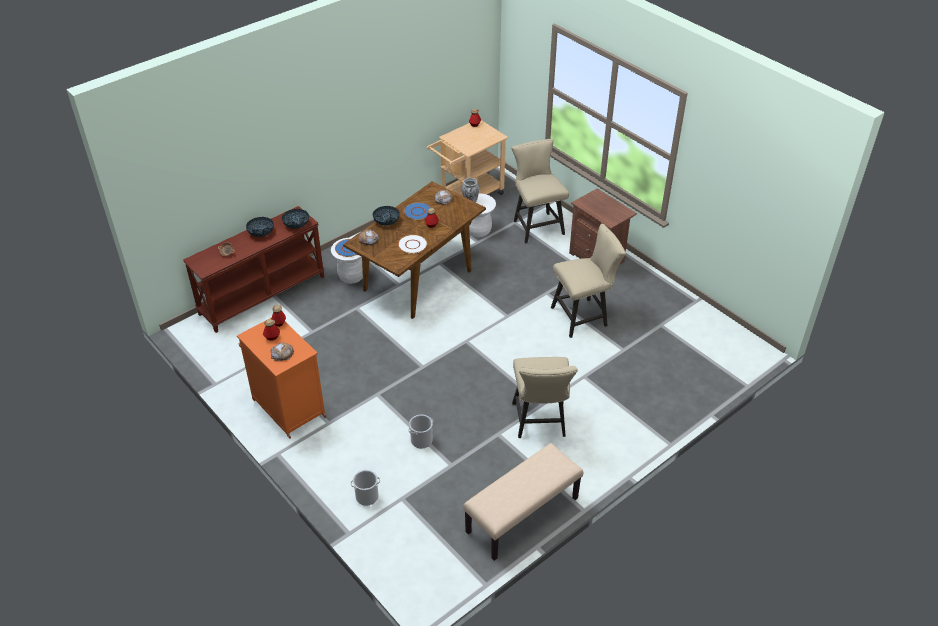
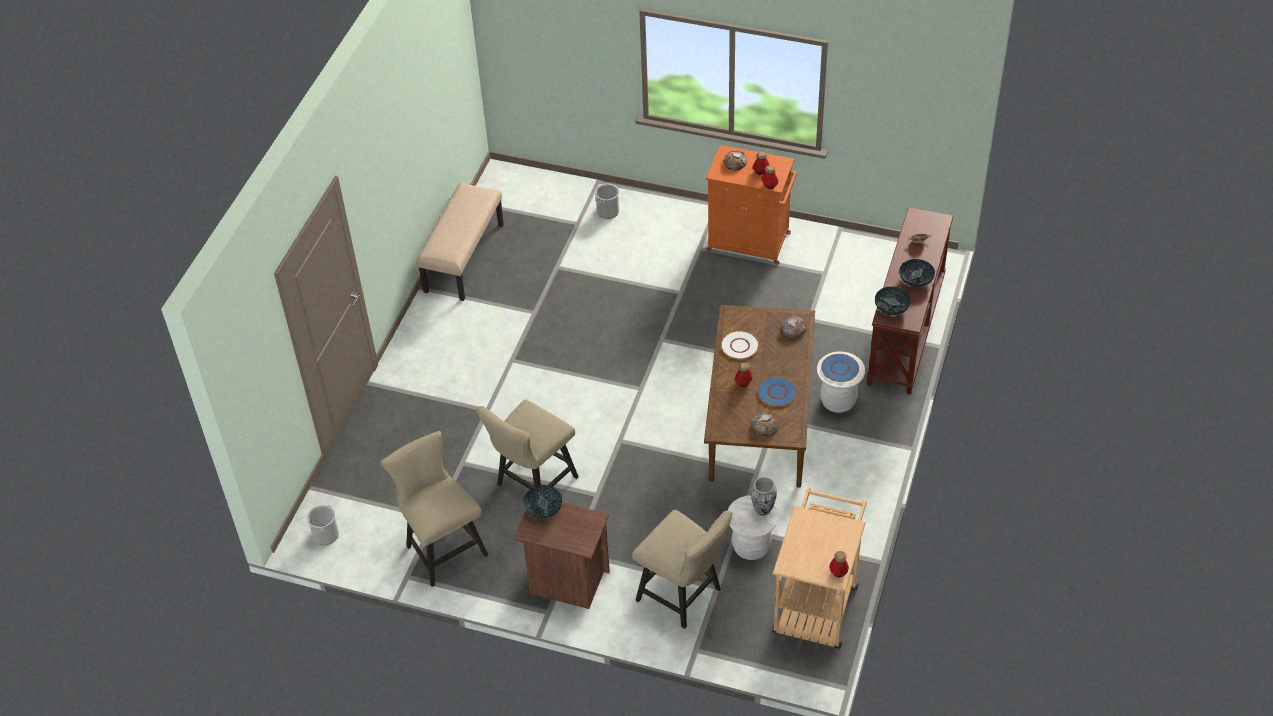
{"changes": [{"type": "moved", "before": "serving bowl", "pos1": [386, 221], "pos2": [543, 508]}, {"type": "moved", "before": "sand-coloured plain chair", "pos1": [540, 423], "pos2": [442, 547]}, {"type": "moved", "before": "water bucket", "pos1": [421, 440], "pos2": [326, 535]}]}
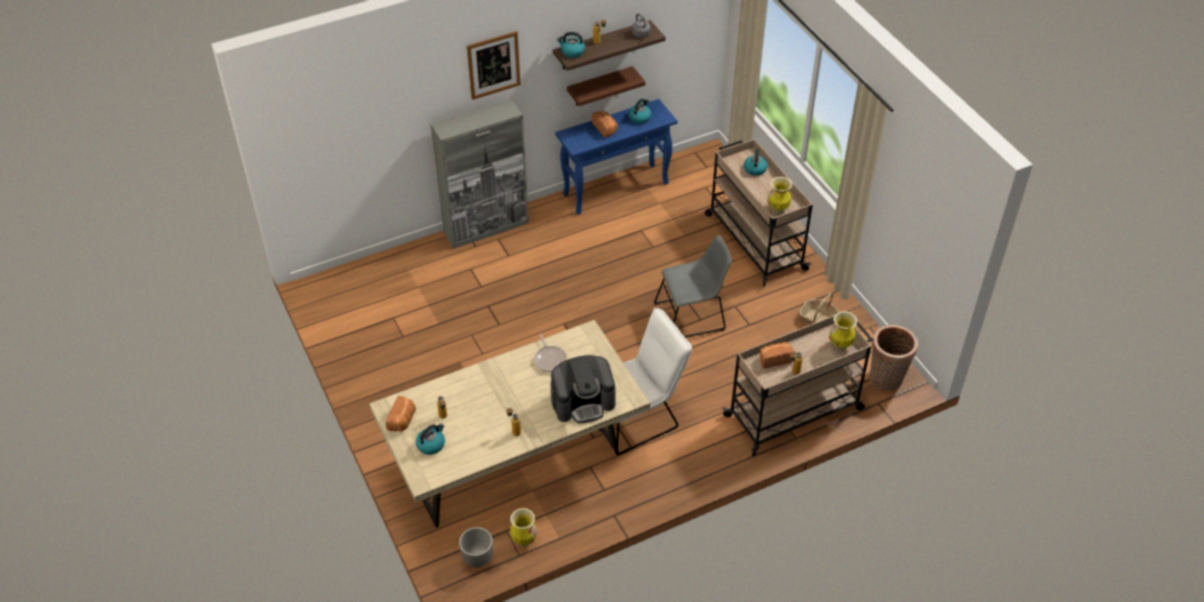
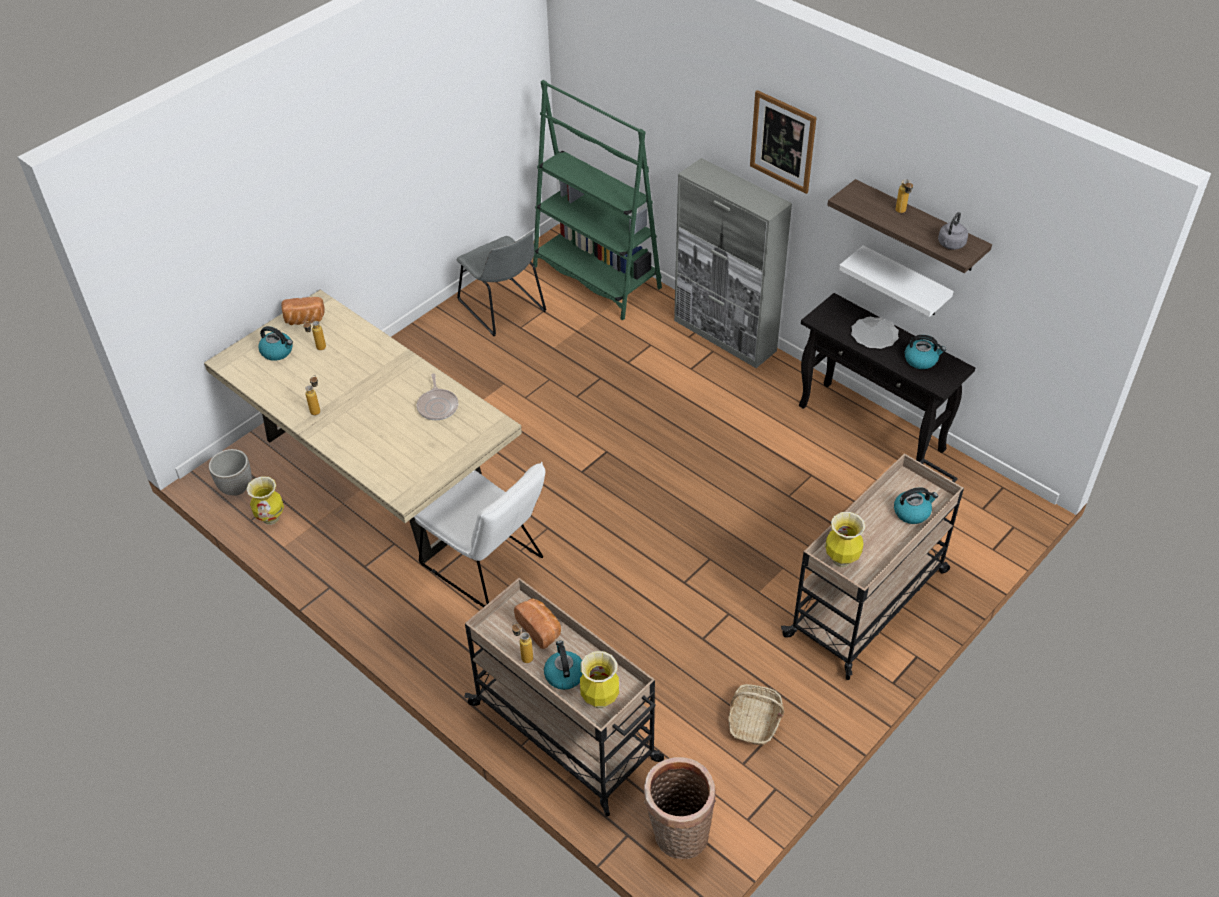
{"changes": [{"type": "moved", "before": "water kettle", "pos1": [572, 52], "pos2": [564, 674]}, {"type": "recoloured", "before": "brownish shelf", "after": "white-coloured shelf", "pos1": [599, 86], "pos2": [904, 282]}, {"type": "recoloured", "before": "blue-coloured narrow table", "after": "black-coloured narrow table", "pos1": [616, 188], "pos2": [872, 428]}, {"type": "replaced", "before": "bread", "after": "plate", "pos1": [605, 128], "pos2": [874, 335]}, {"type": "moved", "before": "grey plain chair", "pos1": [692, 316], "pos2": [503, 308]}, {"type": "turned", "before": "skillet", "pos1": [550, 359], "pos2": [438, 406], "turn": -60}, {"type": "removed", "before": "coffee machine", "pos1": [583, 402]}, {"type": "added", "after": "greenish bookshelf", "pos2": [596, 278]}]}
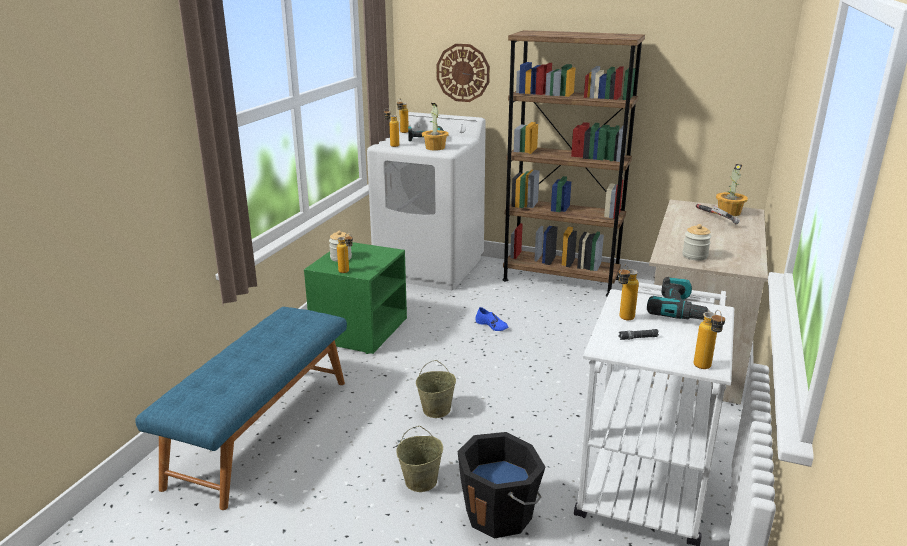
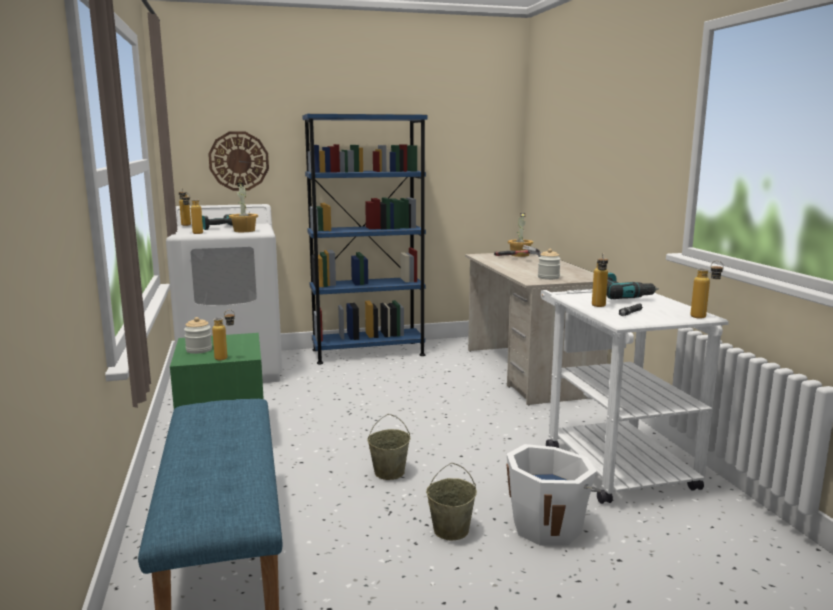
{"changes": [{"type": "recoloured", "before": "brownish bookshelf", "after": "blue-coloured bookshelf", "pos1": [560, 279], "pos2": [368, 352]}, {"type": "removed", "before": "blue-coloured low shoe", "pos1": [492, 325]}, {"type": "recoloured", "before": "black-coloured water bucket", "after": "white-coloured water bucket", "pos1": [500, 513], "pos2": [547, 526]}]}
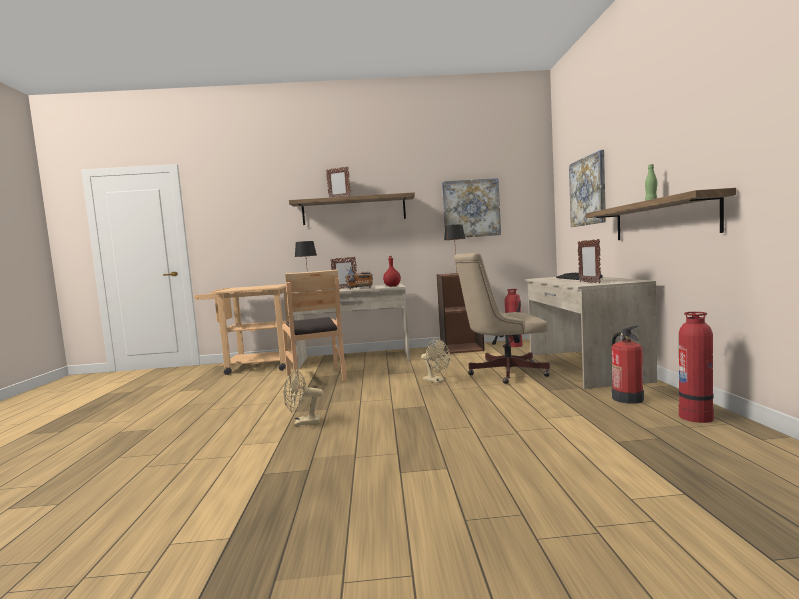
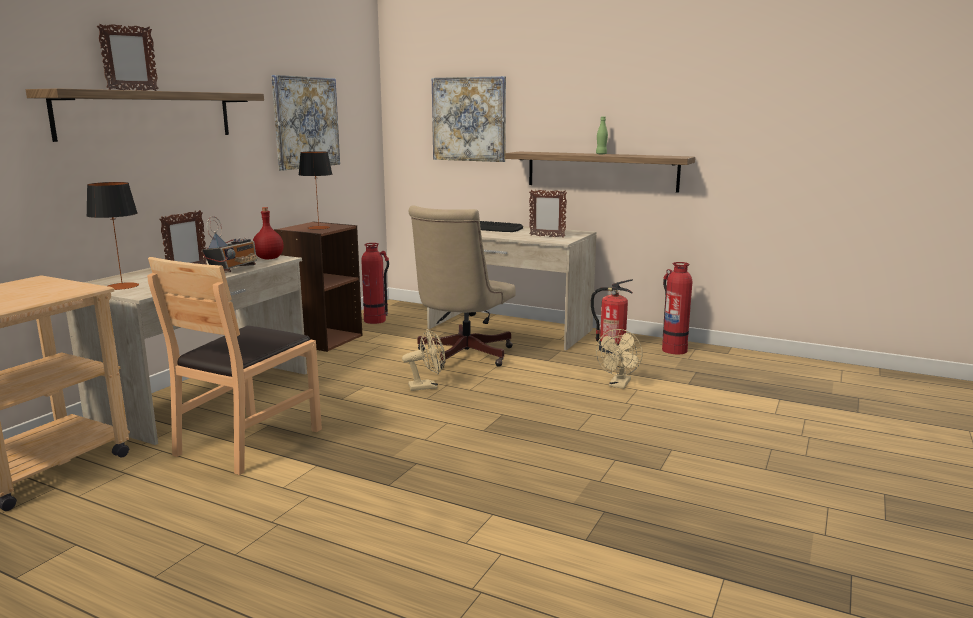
{"changes": [{"type": "turned", "before": "brownish plain chair", "pos1": [316, 378], "pos2": [248, 441], "turn": 105}, {"type": "moved", "before": "sand-coloured fan", "pos1": [302, 423], "pos2": [619, 385]}]}
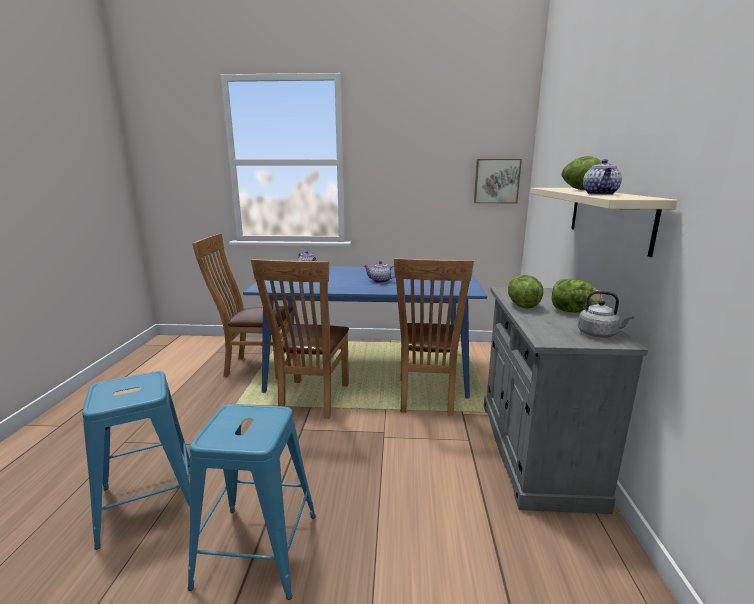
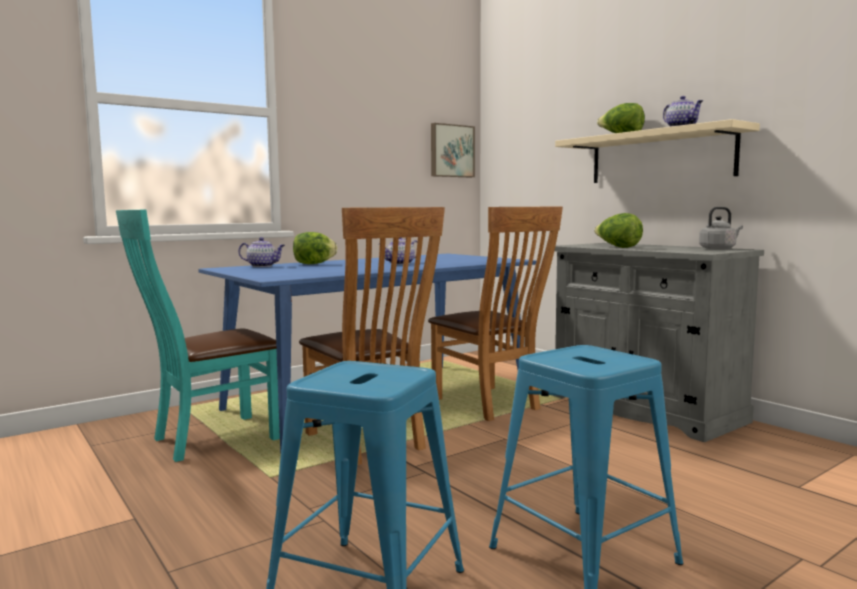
{"changes": [{"type": "recoloured", "before": "brownish plain chair", "after": "turquoise-coloured plain chair", "pos1": [255, 367], "pos2": [208, 439]}, {"type": "moved", "before": "lettuce head", "pos1": [572, 311], "pos2": [313, 264]}]}
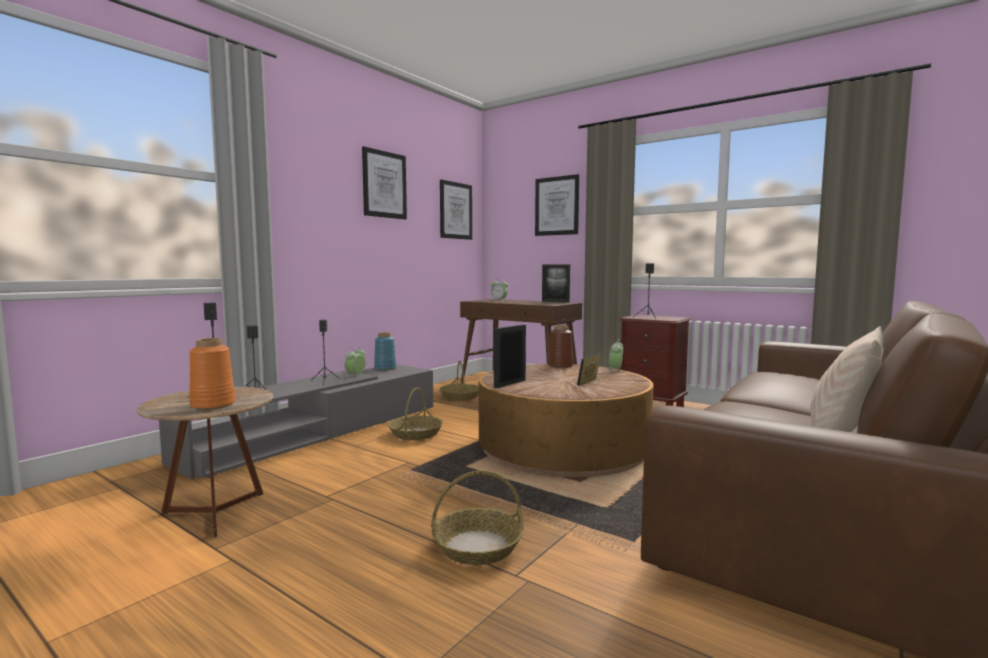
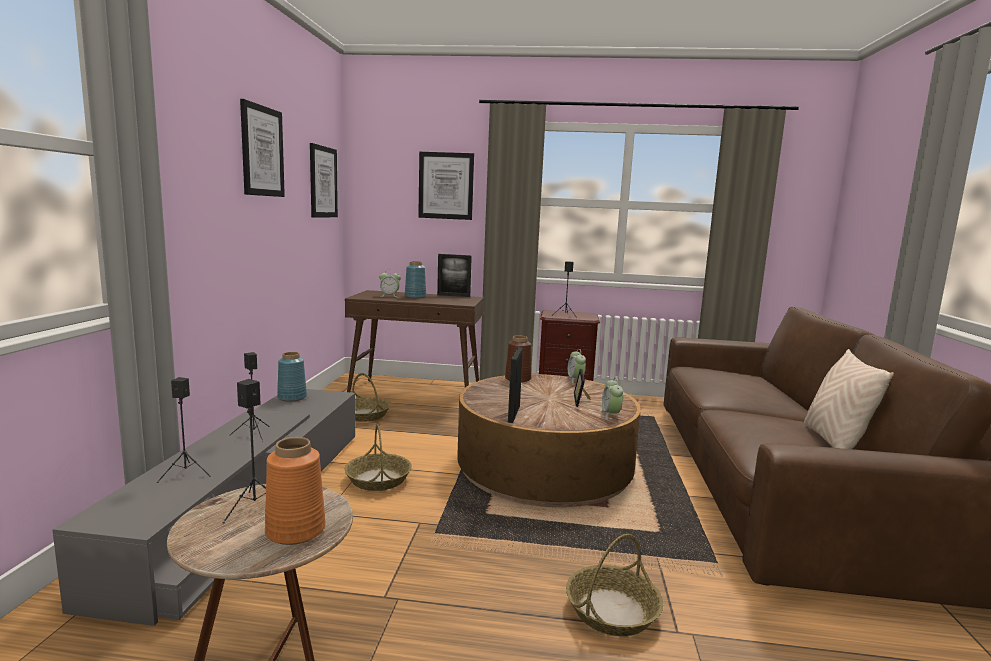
{"changes": [{"type": "moved", "before": "table clock", "pos1": [355, 376], "pos2": [610, 415]}, {"type": "added", "after": "blue-coloured vase", "pos2": [415, 297]}]}
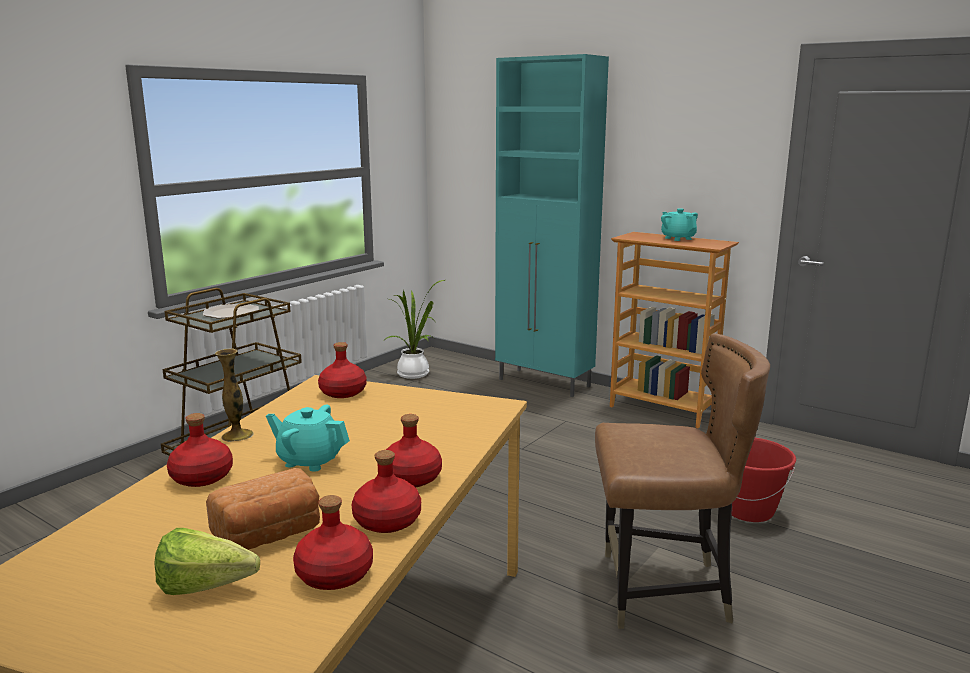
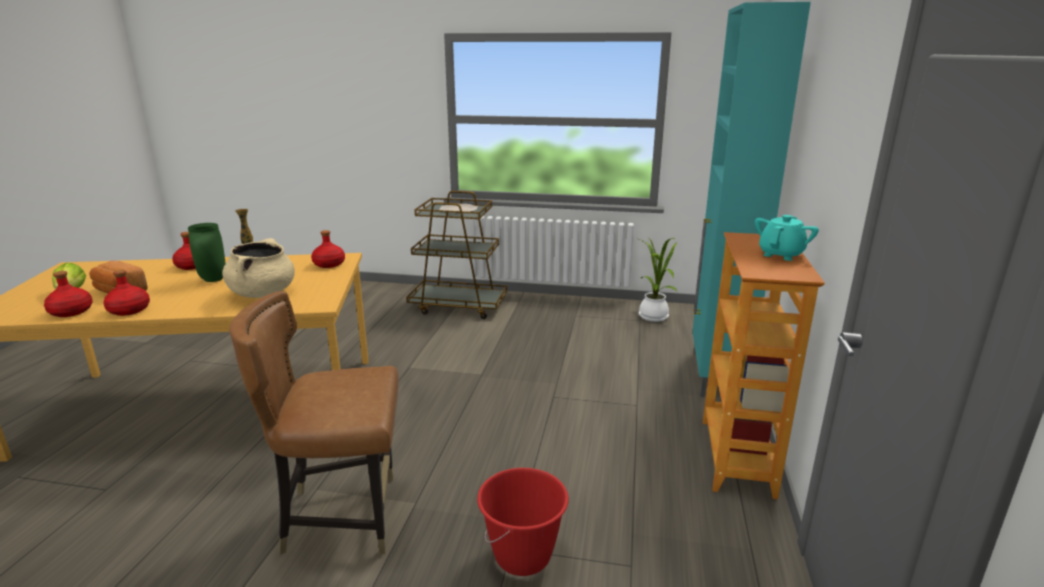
{"changes": [{"type": "turned", "before": "brownish plain chair", "pos1": [663, 591], "pos2": [342, 516], "turn": 105}, {"type": "replaced", "before": "turquoise-coloured tea pot", "after": "greenish vase", "pos1": [309, 460], "pos2": [214, 280]}, {"type": "removed", "before": "red-coloured bottle", "pos1": [410, 478]}, {"type": "added", "after": "sand-coloured stockpot", "pos2": [263, 293]}]}
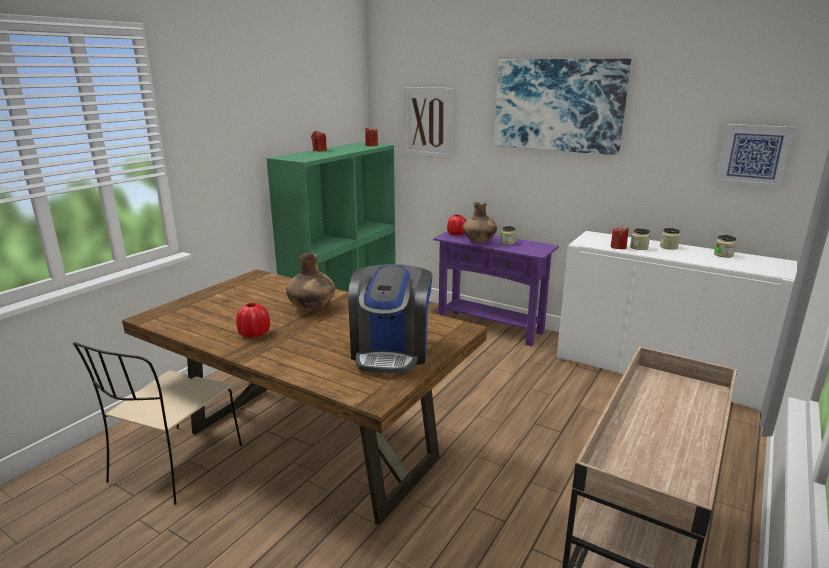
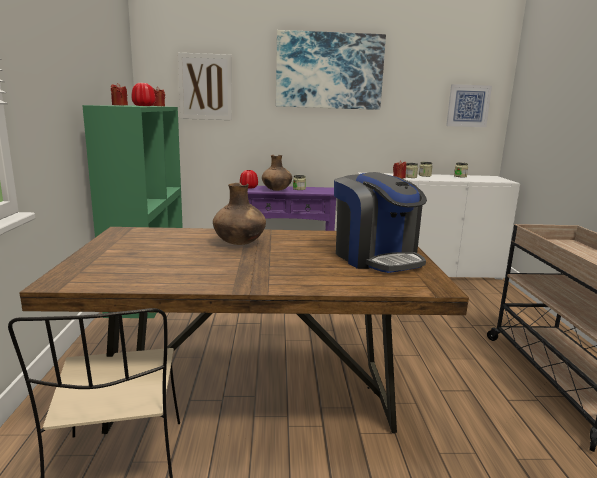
{"changes": [{"type": "moved", "before": "red-coloured vase", "pos1": [254, 333], "pos2": [143, 106]}]}
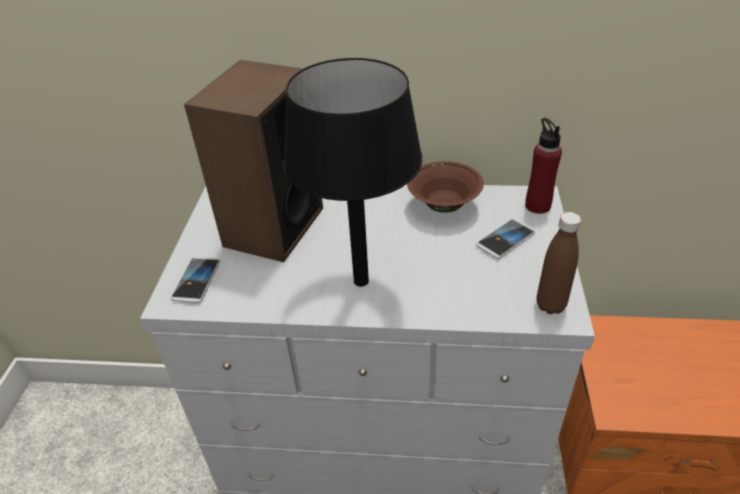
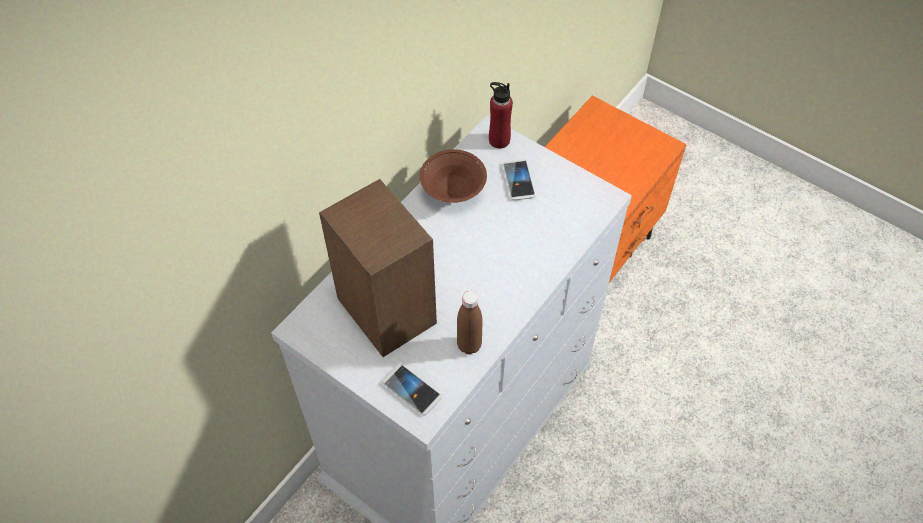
{"changes": [{"type": "removed", "before": "black-coloured tabletop lamp", "pos1": [361, 281]}, {"type": "moved", "before": "brownish bottle", "pos1": [550, 305], "pos2": [469, 345]}]}
